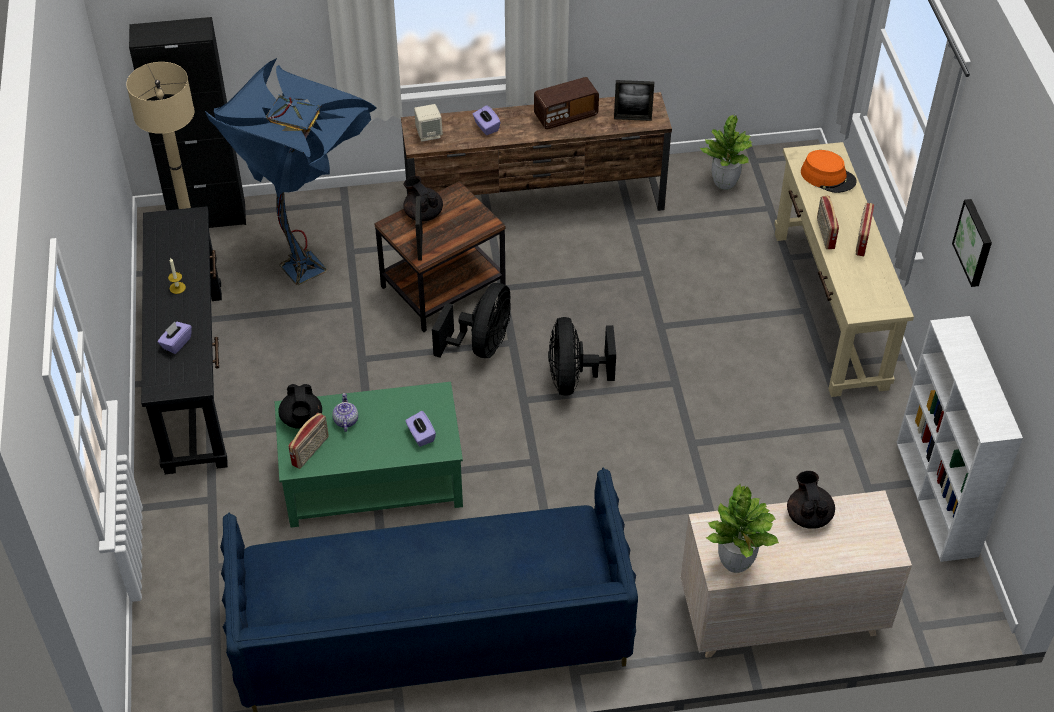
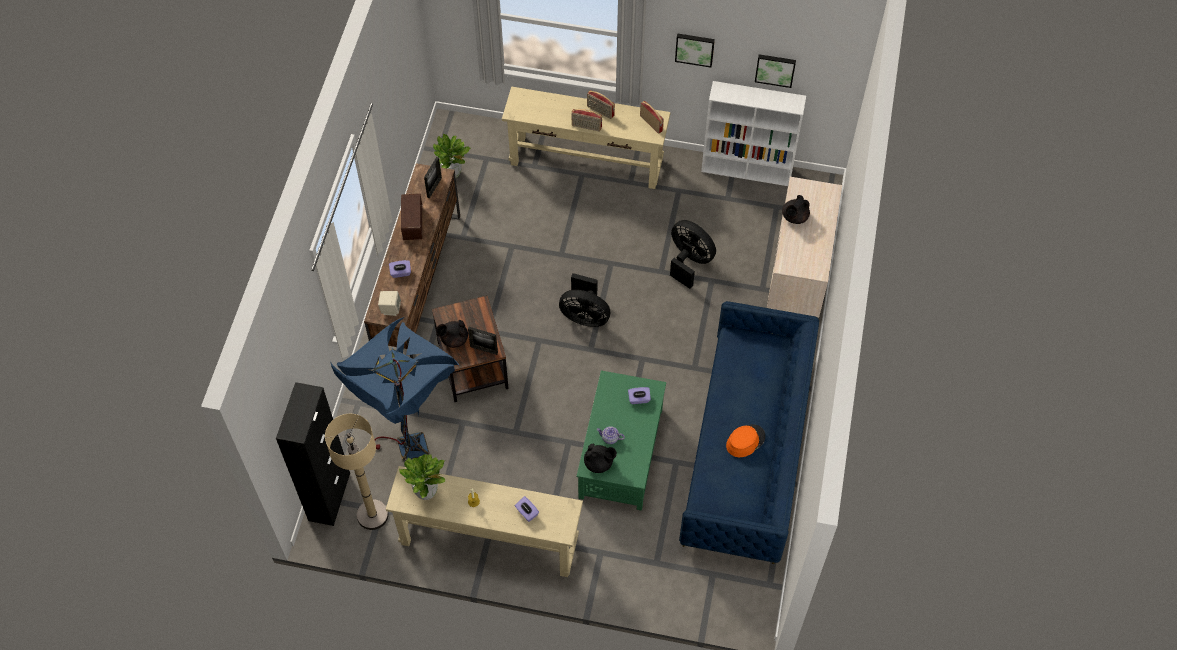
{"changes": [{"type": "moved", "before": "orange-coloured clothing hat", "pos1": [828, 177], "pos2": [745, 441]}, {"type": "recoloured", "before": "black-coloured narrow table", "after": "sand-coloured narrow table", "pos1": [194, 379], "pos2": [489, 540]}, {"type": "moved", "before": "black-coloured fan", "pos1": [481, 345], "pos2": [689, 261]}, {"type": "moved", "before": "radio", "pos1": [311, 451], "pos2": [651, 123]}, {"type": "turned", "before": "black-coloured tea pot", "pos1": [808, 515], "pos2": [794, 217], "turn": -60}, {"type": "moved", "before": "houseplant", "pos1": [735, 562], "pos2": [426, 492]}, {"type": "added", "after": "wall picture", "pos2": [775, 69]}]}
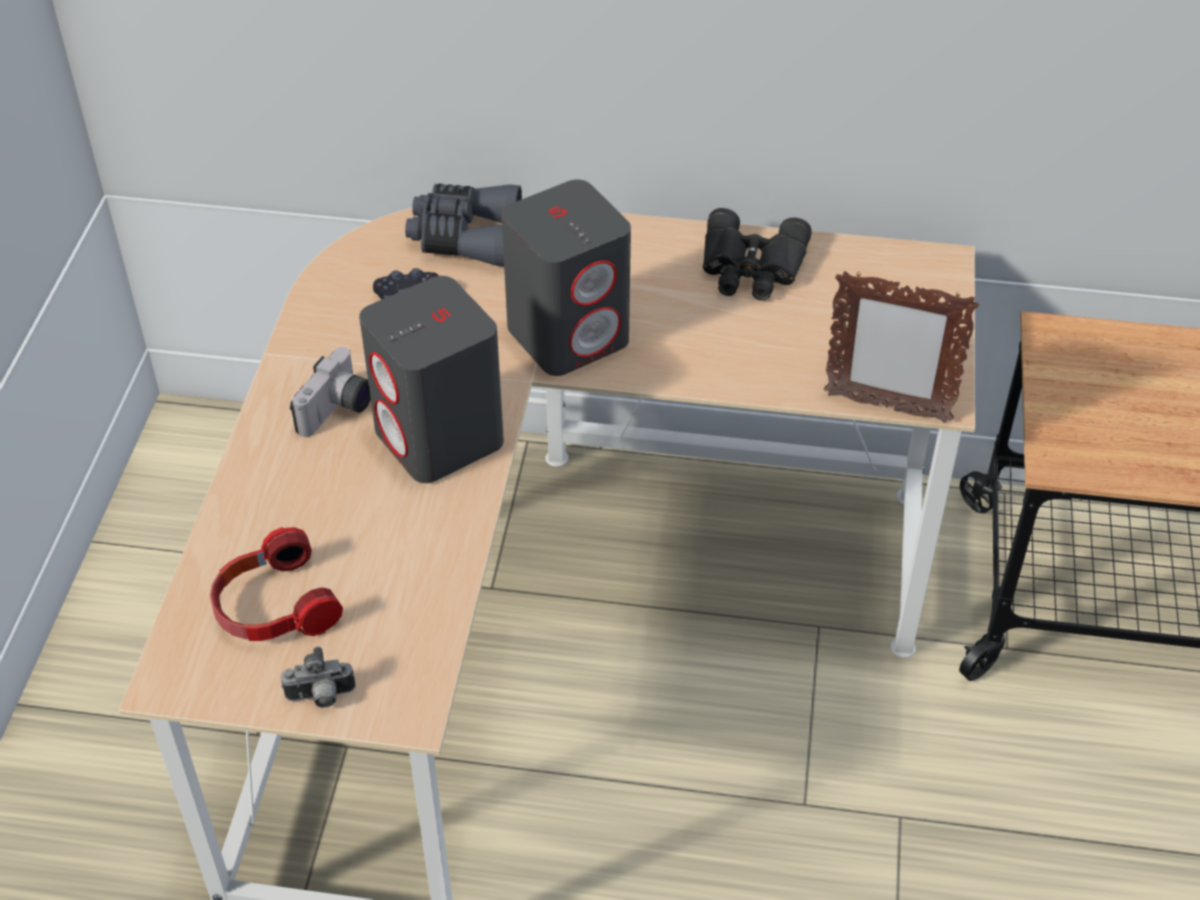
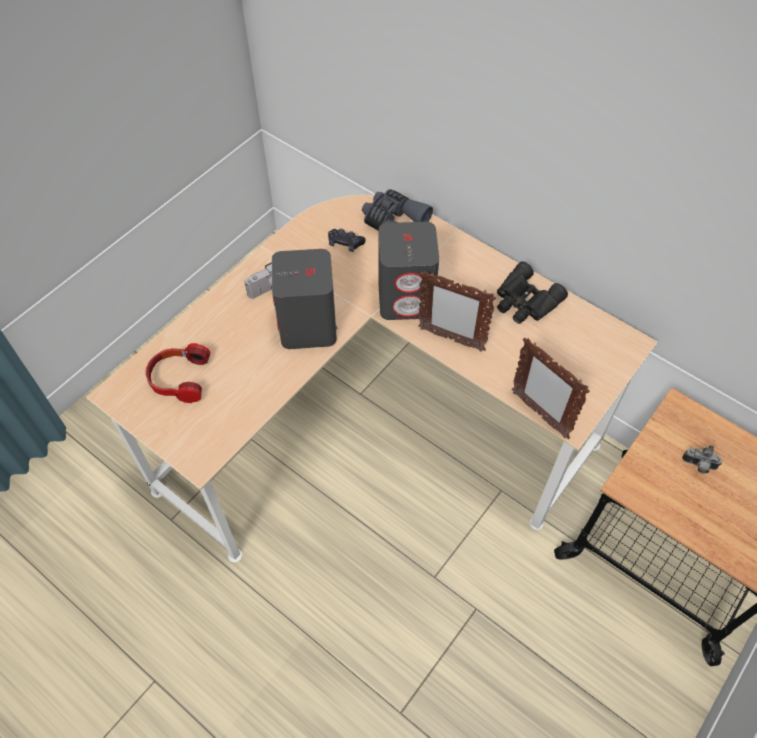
{"changes": [{"type": "moved", "before": "photo camera", "pos1": [321, 697], "pos2": [698, 466]}, {"type": "added", "after": "standing frame", "pos2": [450, 339]}]}
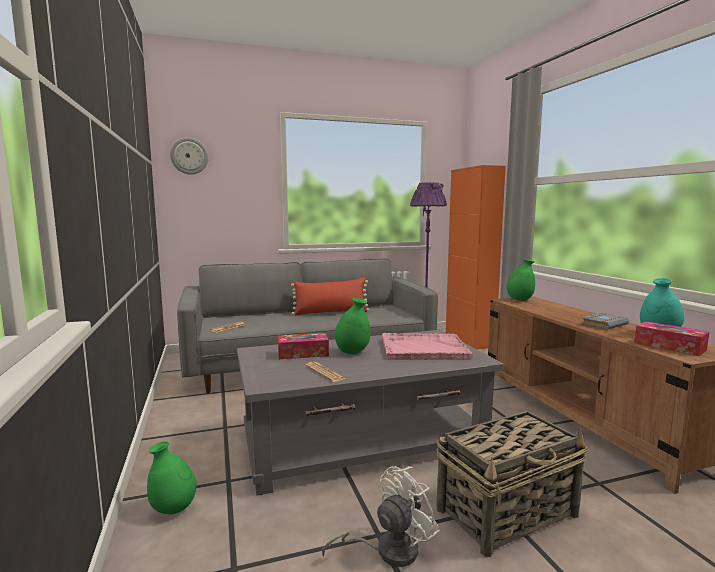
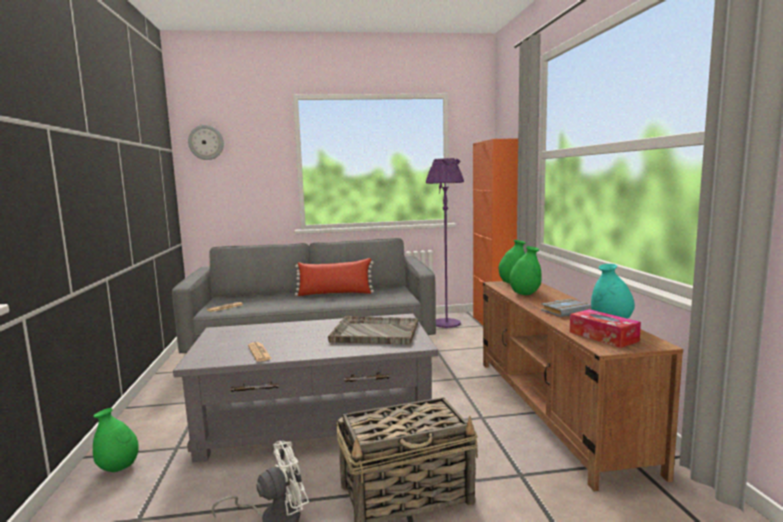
{"changes": [{"type": "moved", "before": "greenish vase", "pos1": [352, 352], "pos2": [525, 294]}, {"type": "removed", "before": "box of tissues", "pos1": [303, 353]}, {"type": "recoloured", "before": "pinkish carrying tray", "after": "grey carrying tray", "pos1": [423, 348], "pos2": [374, 332]}]}
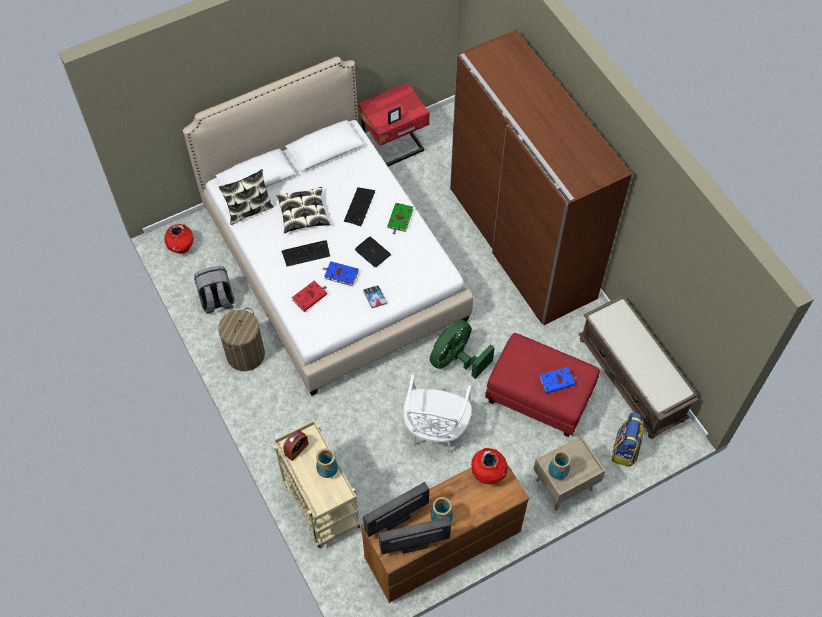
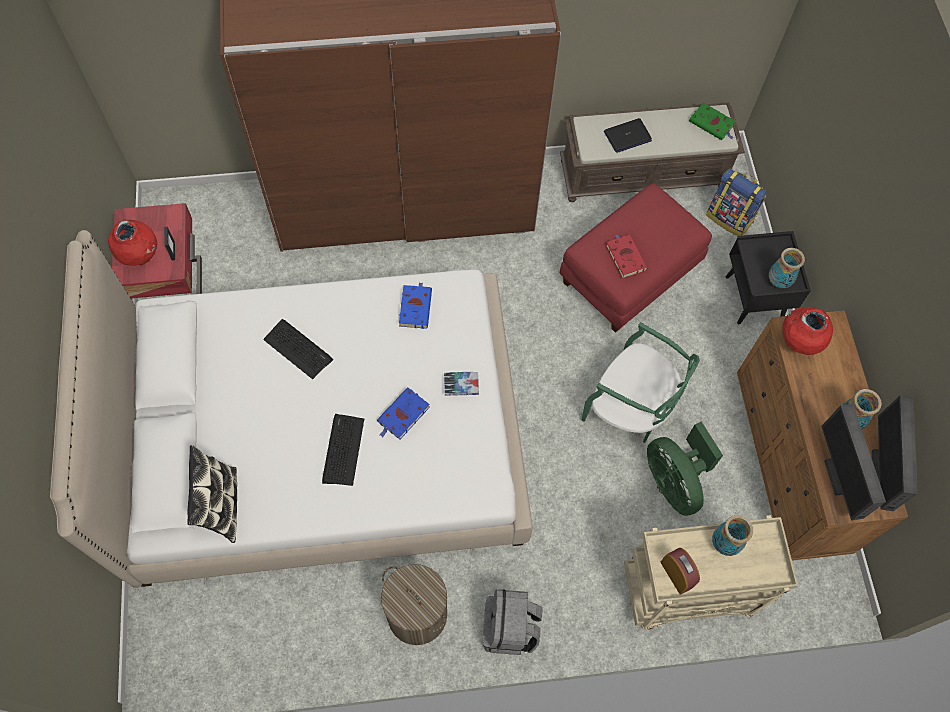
{"changes": [{"type": "removed", "before": "pillow", "pos1": [303, 214]}, {"type": "moved", "before": "greenish bound book", "pos1": [400, 219], "pos2": [712, 124]}, {"type": "moved", "before": "red-coloured vase", "pos1": [181, 248], "pos2": [141, 256]}, {"type": "moved", "before": "portable computer", "pos1": [372, 252], "pos2": [627, 136]}, {"type": "moved", "before": "grey rucksack", "pos1": [217, 301], "pos2": [510, 629]}, {"type": "moved", "before": "red-coloured bound book", "pos1": [310, 296], "pos2": [625, 257]}, {"type": "moved", "before": "greenish fan", "pos1": [456, 360], "pos2": [674, 481]}, {"type": "moved", "before": "blue-coloured bound book", "pos1": [557, 381], "pos2": [415, 307]}, {"type": "recoloured", "before": "white-coloured plain chair", "after": "greenish plain chair", "pos1": [435, 429], "pos2": [630, 408]}, {"type": "recoloured", "before": "sand-coloured bedside table", "after": "black-coloured bedside table", "pos1": [563, 486], "pos2": [754, 298]}]}
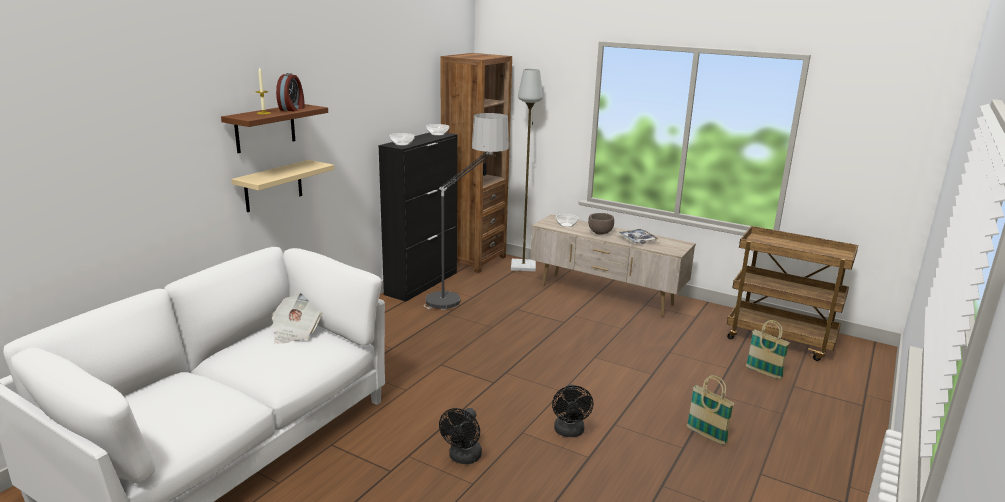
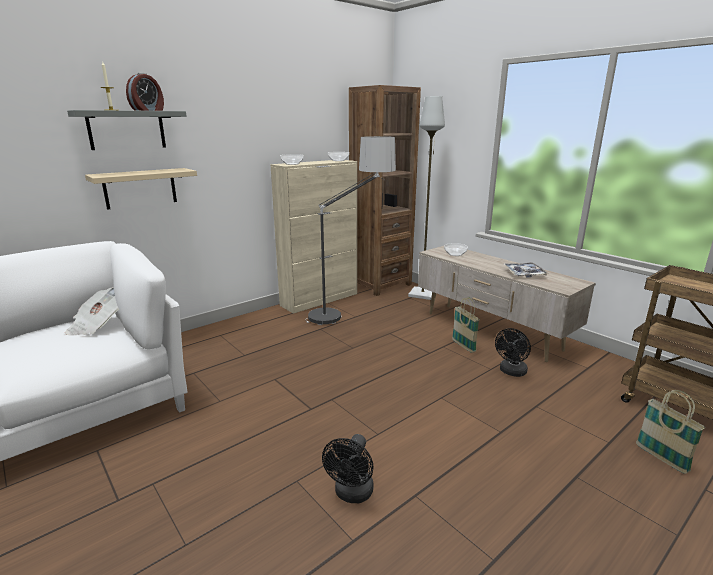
{"changes": [{"type": "recoloured", "before": "brownish shelf", "after": "grey shelf", "pos1": [265, 128], "pos2": [127, 130]}, {"type": "recoloured", "before": "black-coloured storage cabinet", "after": "sand-coloured storage cabinet", "pos1": [422, 283], "pos2": [320, 299]}, {"type": "removed", "before": "brownish serving bowl", "pos1": [600, 233]}, {"type": "moved", "before": "storage basket", "pos1": [706, 435], "pos2": [463, 346]}, {"type": "moved", "before": "black-coloured fan", "pos1": [463, 458], "pos2": [511, 372]}]}
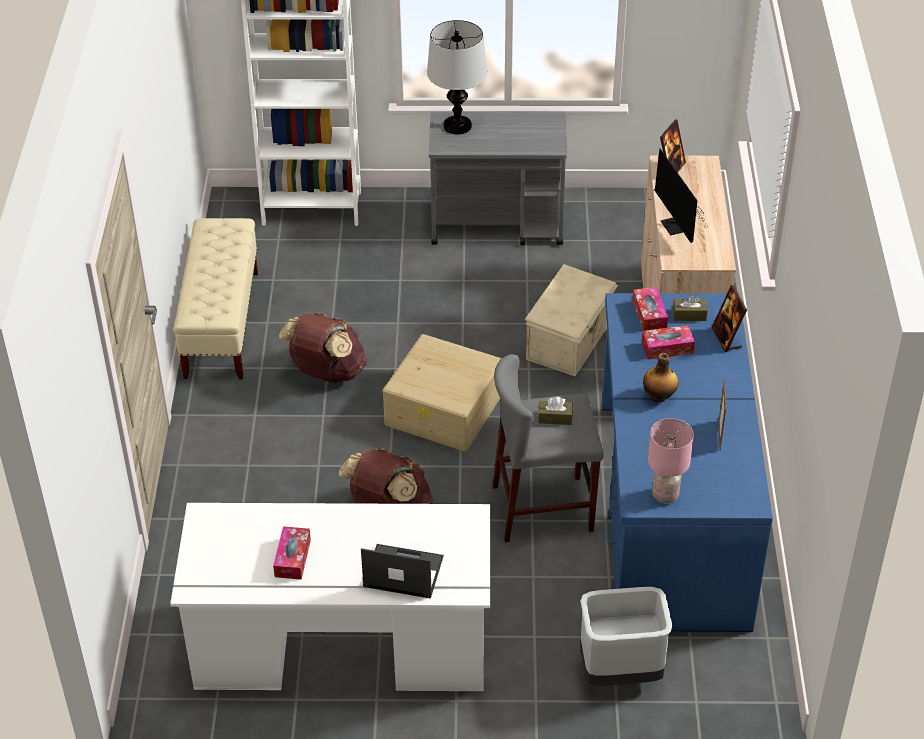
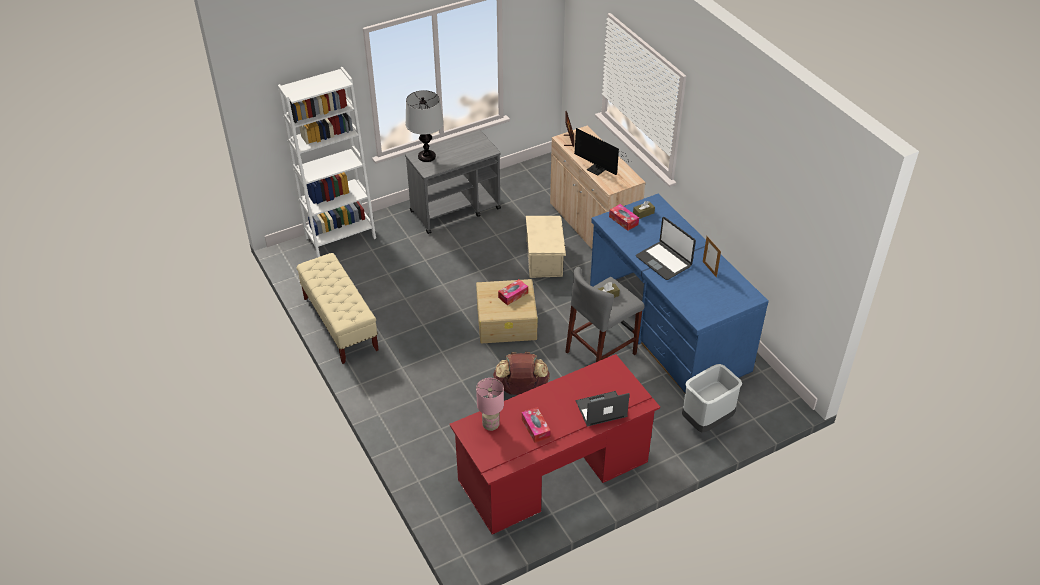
{"changes": [{"type": "removed", "before": "standing frame", "pos1": [726, 338]}, {"type": "removed", "before": "brownish rucksack", "pos1": [326, 373]}, {"type": "moved", "before": "box of tissues", "pos1": [667, 348], "pos2": [513, 295]}, {"type": "replaced", "before": "bottle", "after": "portable computer", "pos1": [659, 397], "pos2": [664, 261]}, {"type": "moved", "before": "pinkish tabletop lamp", "pos1": [666, 495], "pos2": [491, 425]}, {"type": "recoloured", "before": "white-coloured desk", "after": "red-coloured desk", "pos1": [342, 645], "pos2": [553, 472]}]}
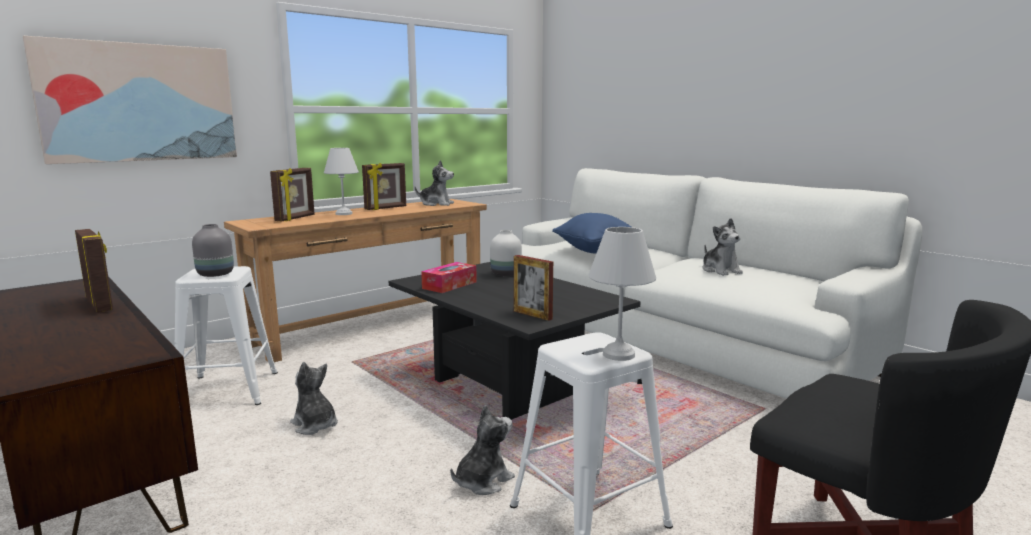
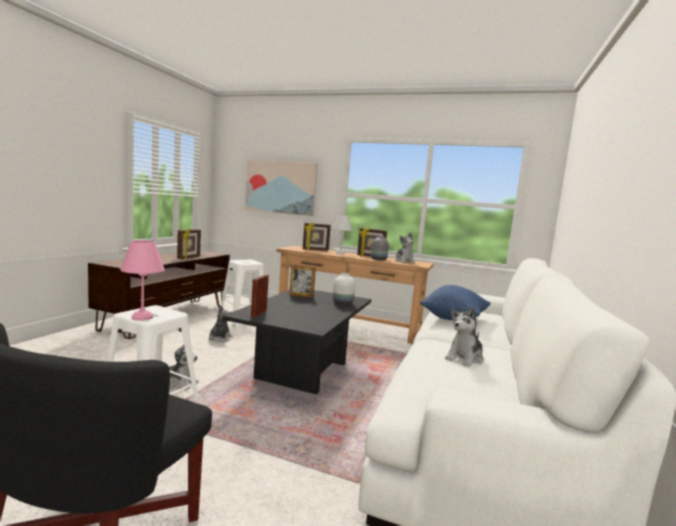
{"changes": [{"type": "moved", "before": "grey vase", "pos1": [215, 274], "pos2": [378, 260]}, {"type": "recoloured", "before": "white-coloured tabletop lamp", "after": "pinkish tabletop lamp", "pos1": [617, 355], "pos2": [141, 317]}, {"type": "replaced", "before": "box of tissues", "after": "standing frame", "pos1": [449, 285], "pos2": [301, 296]}]}
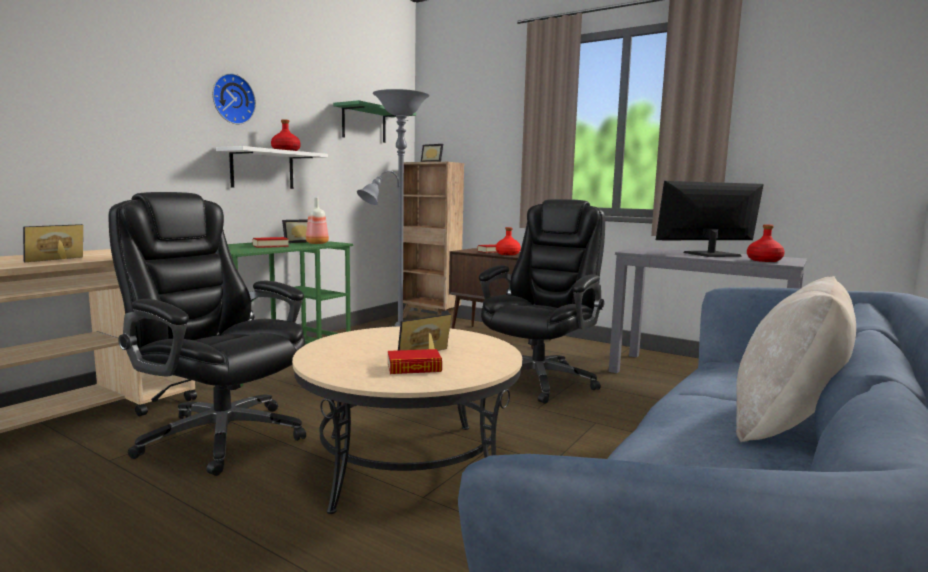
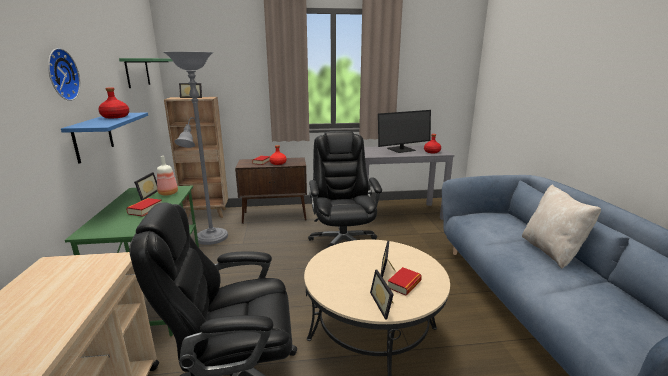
{"changes": [{"type": "recoloured", "before": "white-coloured shelf", "after": "blue-coloured shelf", "pos1": [262, 169], "pos2": [93, 137]}, {"type": "turned", "before": "computer screen", "pos1": [710, 254], "pos2": [401, 149], "turn": -150}, {"type": "moved", "before": "standing frame", "pos1": [59, 260], "pos2": [384, 304]}]}
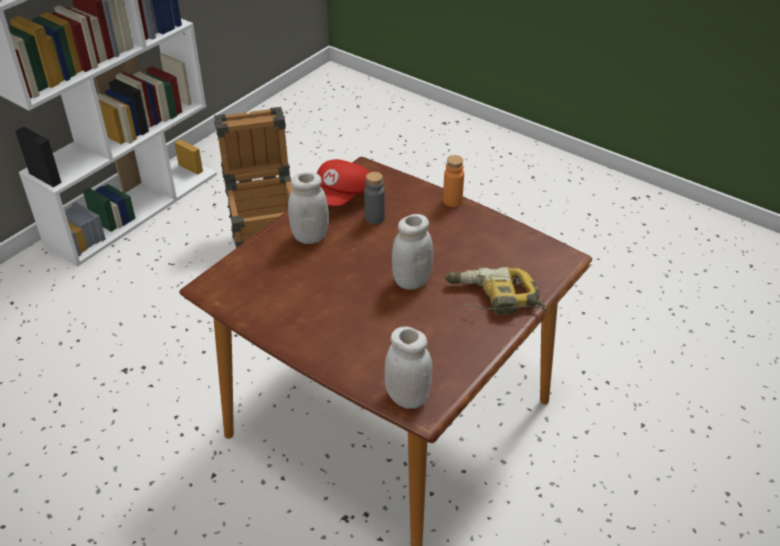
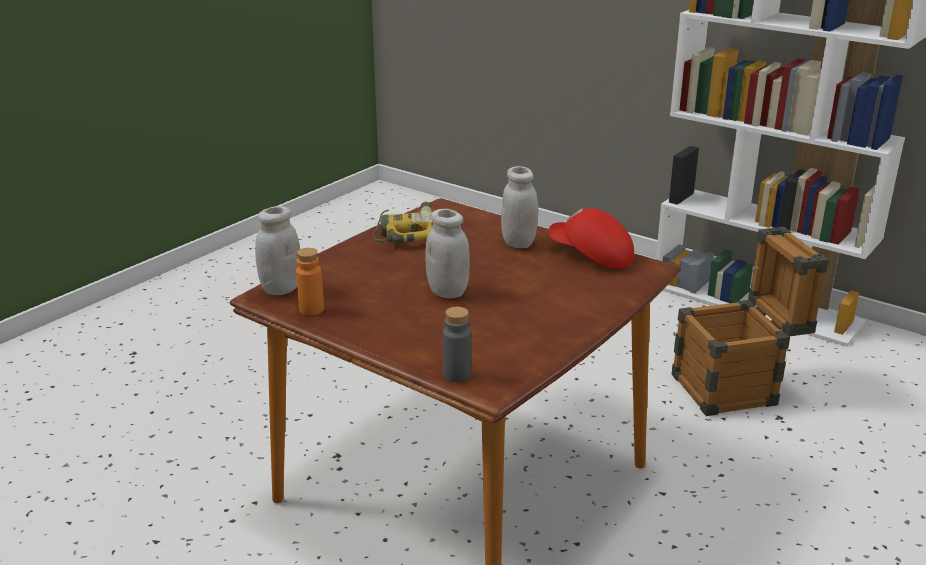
{"changes": [{"type": "moved", "before": "orange-coloured bottle", "pos1": [452, 201], "pos2": [311, 309]}, {"type": "moved", "before": "grey bottle", "pos1": [374, 218], "pos2": [457, 375]}, {"type": "moved", "before": "electric drill", "pos1": [493, 299], "pos2": [405, 231]}]}
